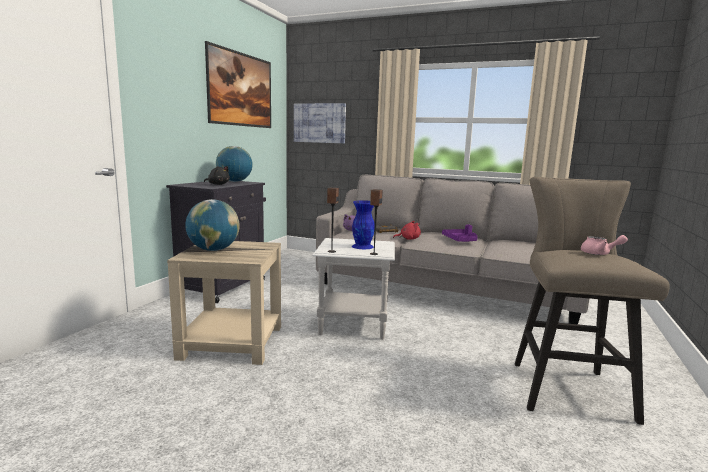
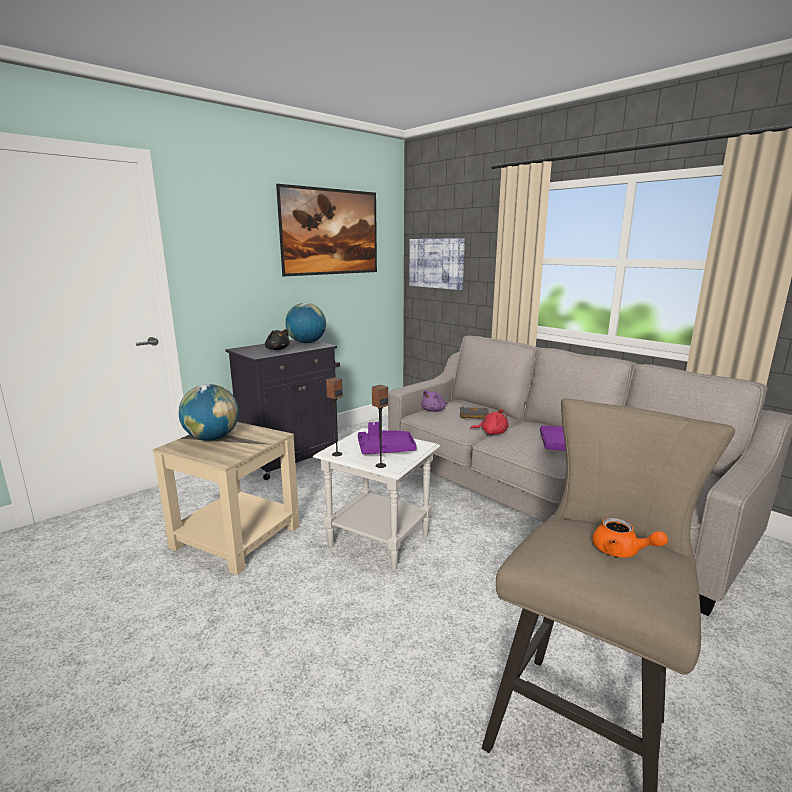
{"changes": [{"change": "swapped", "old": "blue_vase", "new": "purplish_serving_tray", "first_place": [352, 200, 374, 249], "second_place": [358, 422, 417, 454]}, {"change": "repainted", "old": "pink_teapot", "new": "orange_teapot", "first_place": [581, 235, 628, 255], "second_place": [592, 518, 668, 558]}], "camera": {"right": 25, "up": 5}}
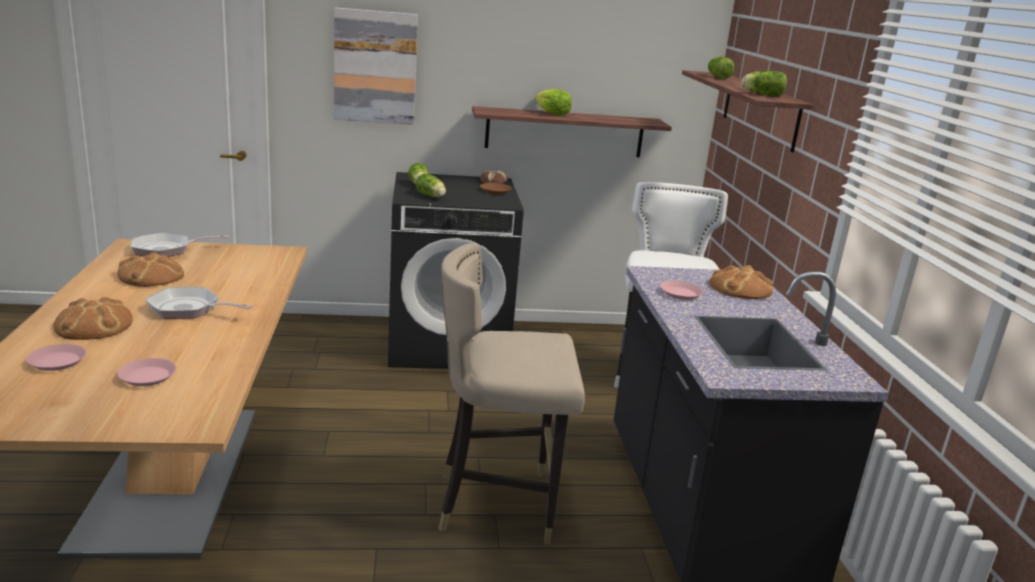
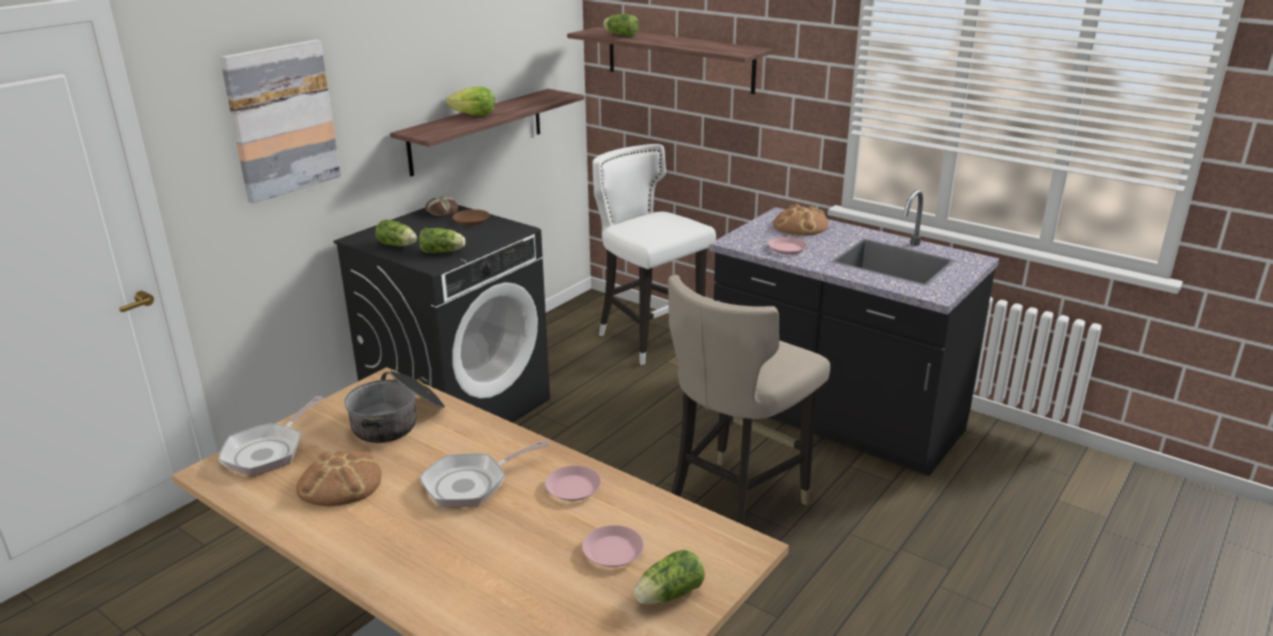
{"changes": [{"change": "gone", "old": "bread", "first_place": [53, 297, 133, 340]}, {"change": "new", "new": "cooking_pot", "second_place": [344, 371, 445, 443]}, {"change": "shifted", "old": "pink_dinner_plate", "first_place": [26, 344, 86, 371], "second_place": [545, 466, 601, 501]}, {"change": "shifted", "old": "head_of_lettuce", "first_place": [741, 71, 787, 97], "second_place": [634, 550, 705, 605]}], "camera": {"right": -45, "up": 5}}
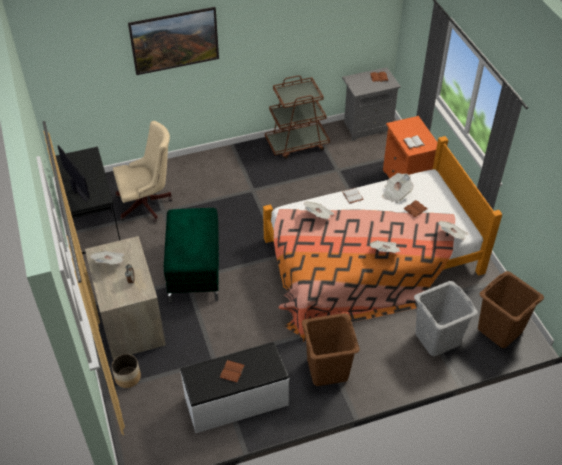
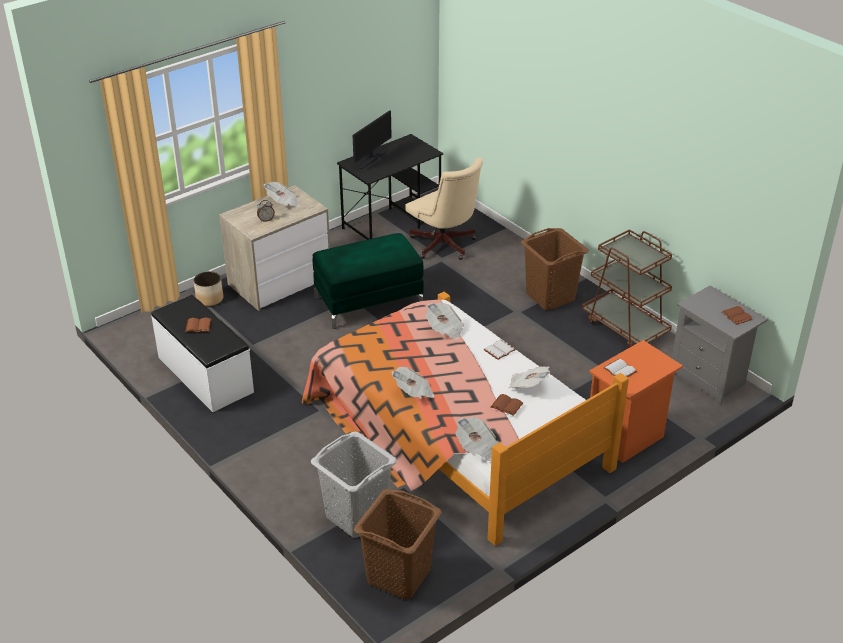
{"changes": [{"change": "gone", "old": "wall_picture", "first_place": [128, 7, 219, 75]}, {"change": "shifted", "old": "brown_hamper", "first_place": [302, 313, 360, 386], "second_place": [521, 228, 589, 310]}], "camera": {"right": 70, "up": -10}}
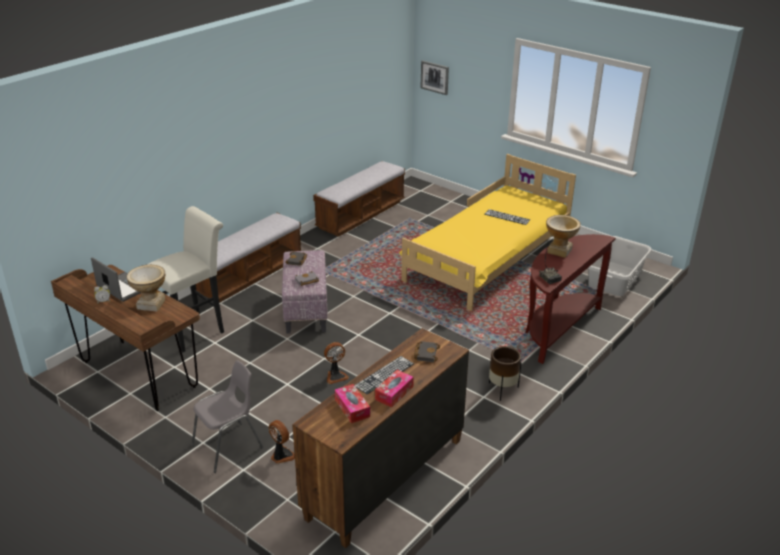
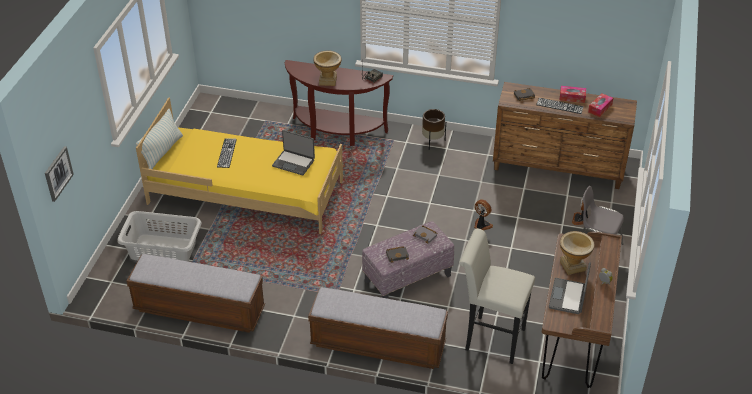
{"changes": [{"change": "new", "new": "pillow", "second_place": [136, 109, 183, 169]}, {"change": "new", "new": "notebook_computer", "second_place": [272, 130, 315, 175]}, {"change": "shifted", "old": "greyish_hamper", "first_place": [588, 236, 652, 296], "second_place": [117, 211, 202, 261]}], "camera": {"right": -115, "up": 10}}
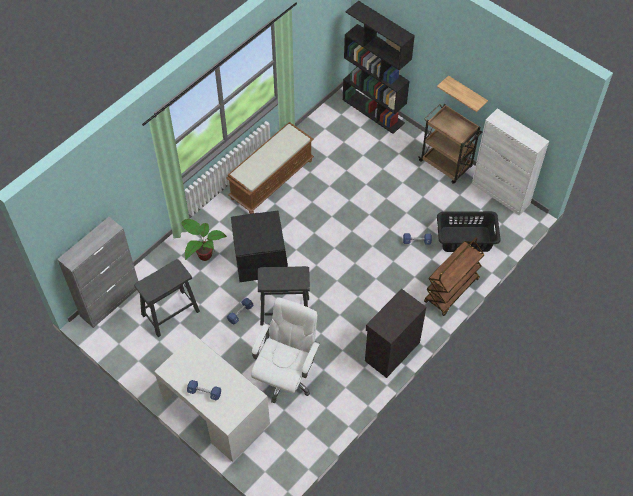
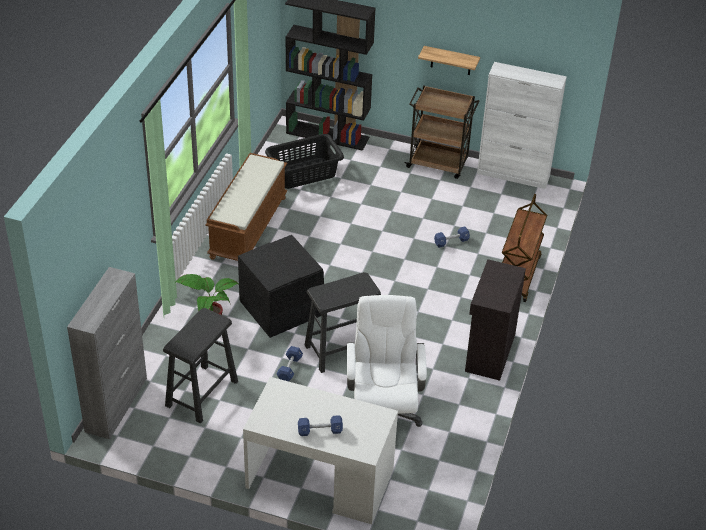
{"changes": [{"change": "shifted", "old": "blackish_hamper", "first_place": [437, 211, 500, 252], "second_place": [265, 134, 344, 189]}], "camera": {"right": -25, "up": -15}}
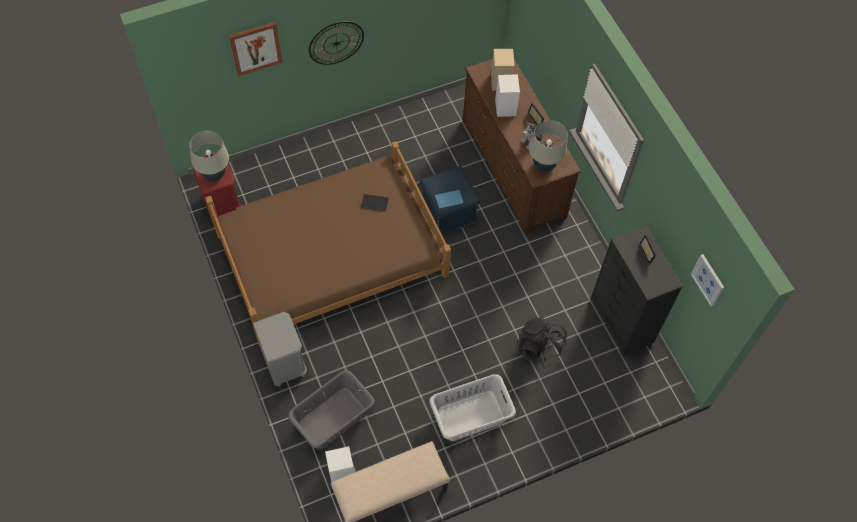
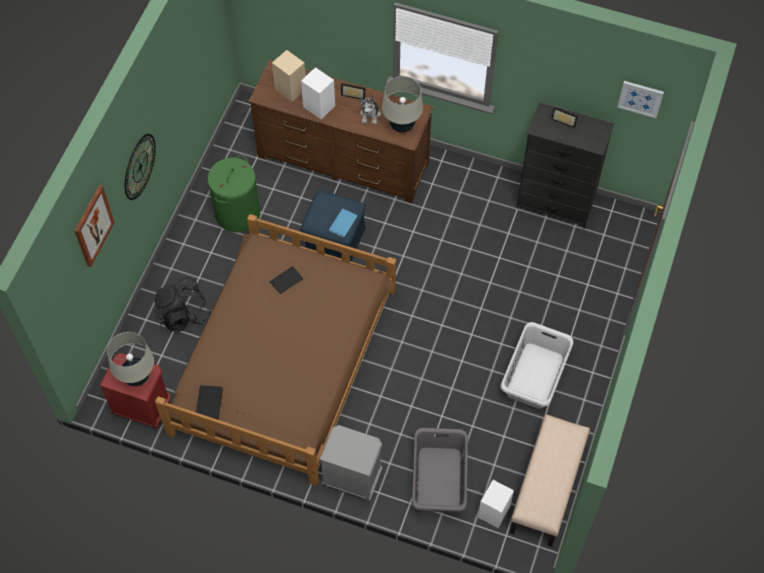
{"changes": [{"change": "new", "new": "blackish_volume", "second_place": [196, 385, 223, 420]}, {"change": "new", "new": "green_hamper", "second_place": [208, 155, 260, 232]}, {"change": "shifted", "old": "blackish_backpack", "first_place": [517, 318, 568, 369], "second_place": [153, 277, 212, 332]}], "camera": {"right": -45, "up": 0}}
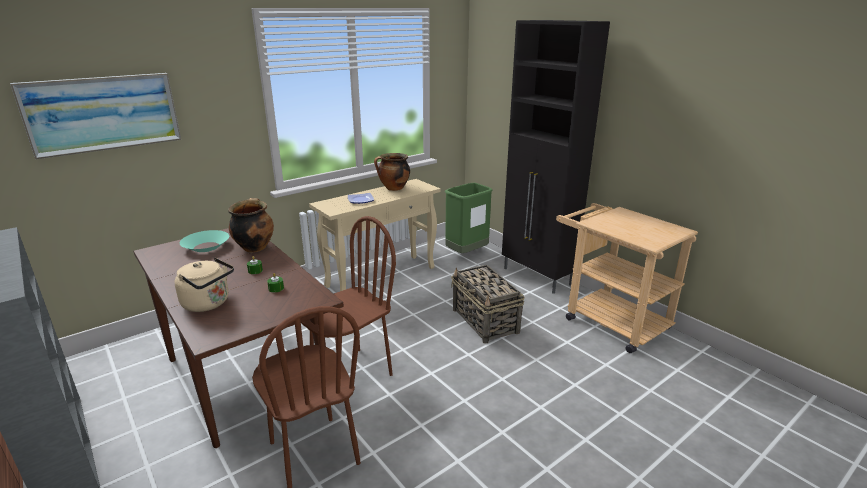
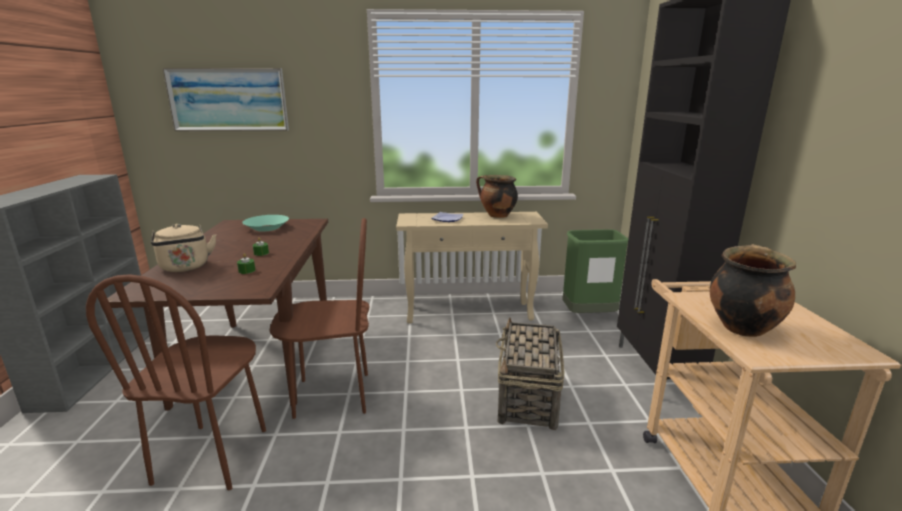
{"changes": [{"change": "shifted", "old": "cooking_pot", "first_place": [228, 198, 274, 252], "second_place": [710, 244, 796, 337]}], "camera": {"right": 35, "up": -5}}
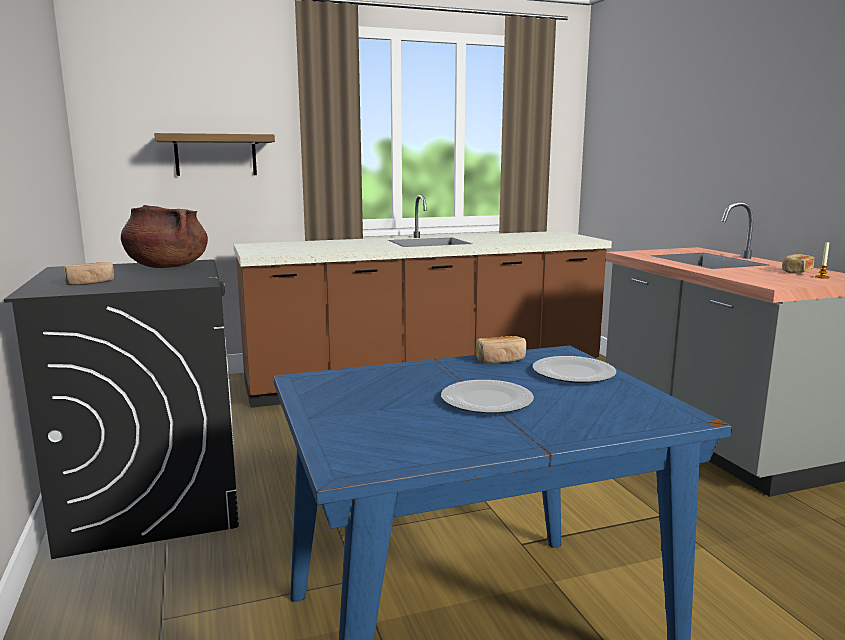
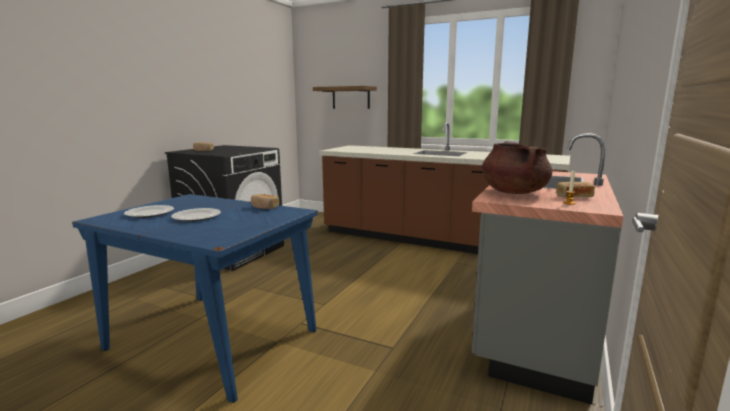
{"changes": [{"change": "shifted", "old": "brown_cooking_pot", "first_place": [121, 205, 208, 268], "second_place": [482, 141, 552, 194]}, {"change": "shifted", "old": "dinner_plate", "first_place": [532, 356, 616, 383], "second_place": [124, 205, 174, 218]}], "camera": {"right": 45, "up": 0}}
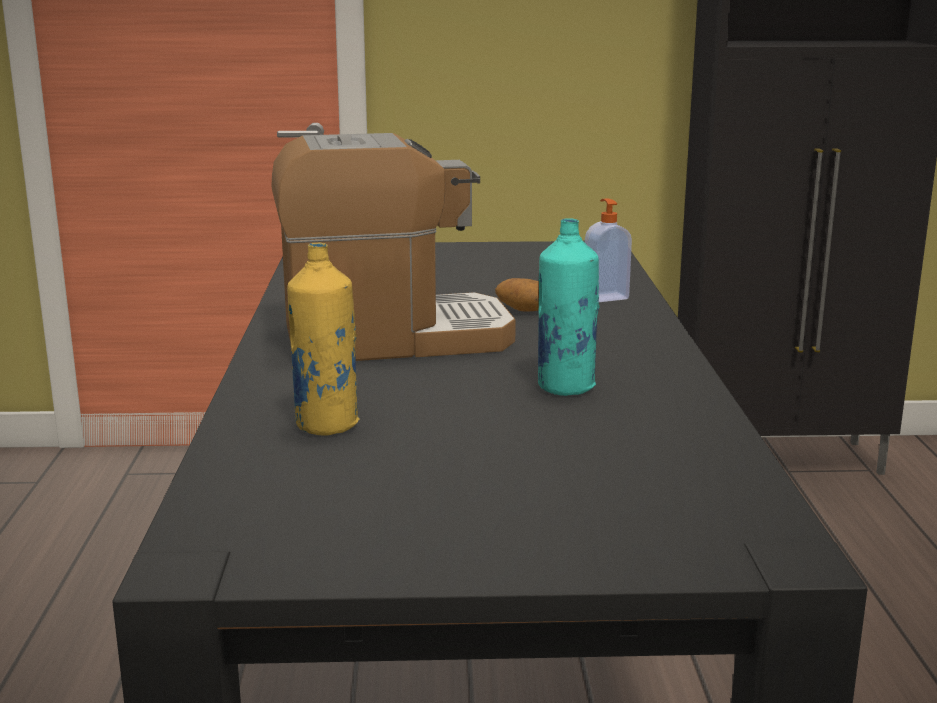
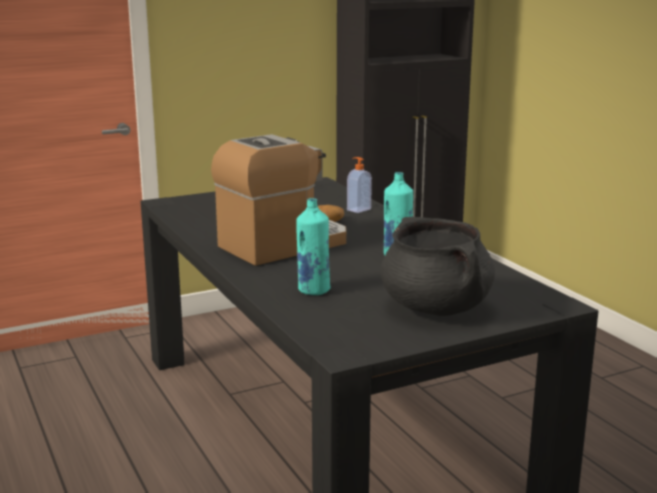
{"changes": [{"change": "new", "new": "blackish_cooking_pot", "second_place": [380, 217, 495, 316]}, {"change": "repainted", "old": "yellow_beverage_bottle", "new": "turquoise_beverage_bottle", "first_place": [287, 243, 360, 436], "second_place": [296, 198, 331, 295]}], "camera": {"right": -25, "up": 0}}
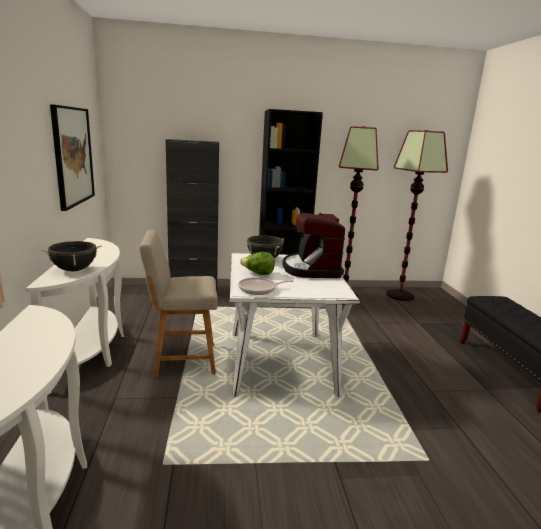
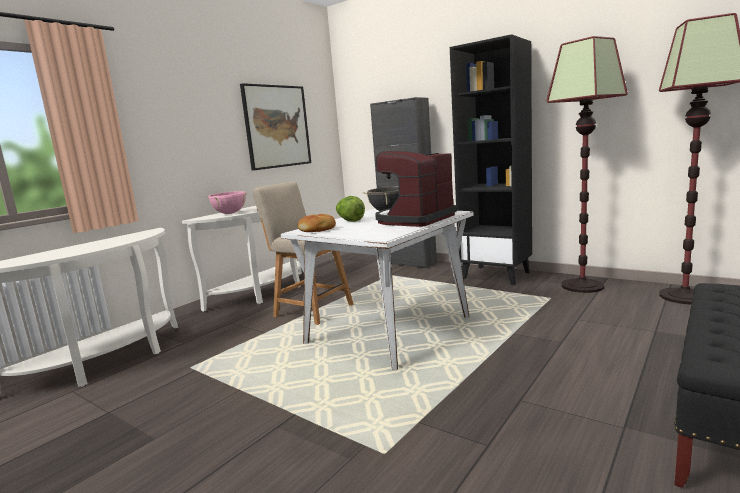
{"changes": [{"change": "swapped", "old": "skillet", "new": "bread", "first_place": [238, 277, 294, 295], "second_place": [298, 214, 336, 232]}, {"change": "repainted", "old": "blackish_cooking_pot", "new": "pink_cooking_pot", "first_place": [41, 241, 102, 271], "second_place": [208, 191, 247, 214]}], "camera": {"right": 45, "up": -5}}
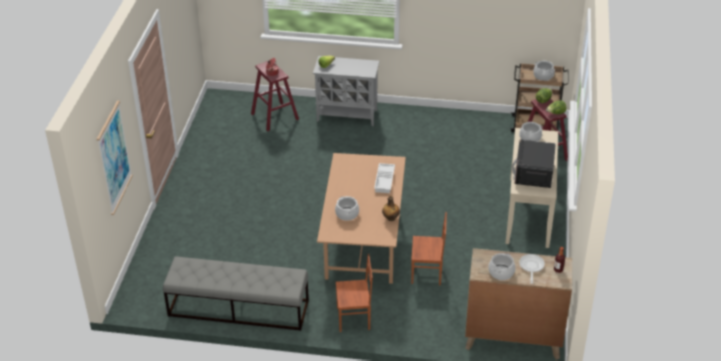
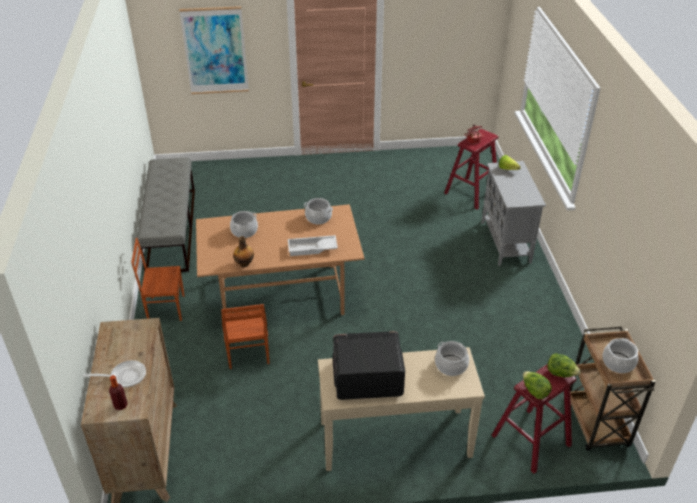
{"changes": [{"change": "shifted", "old": "cooking_pot", "first_place": [488, 253, 515, 280], "second_place": [304, 198, 333, 224]}, {"change": "rotated", "old": "brown_upright_chair", "first_place": [336, 254, 373, 332], "second_place": [131, 238, 185, 321], "degrees": 105}], "camera": {"right": 75, "up": 0}}
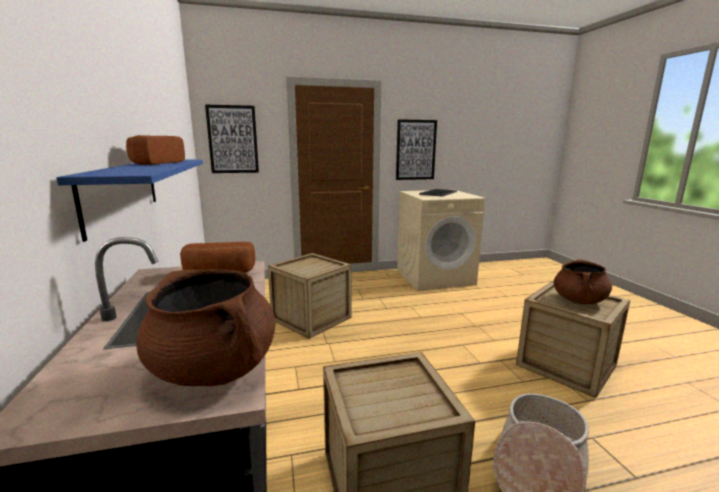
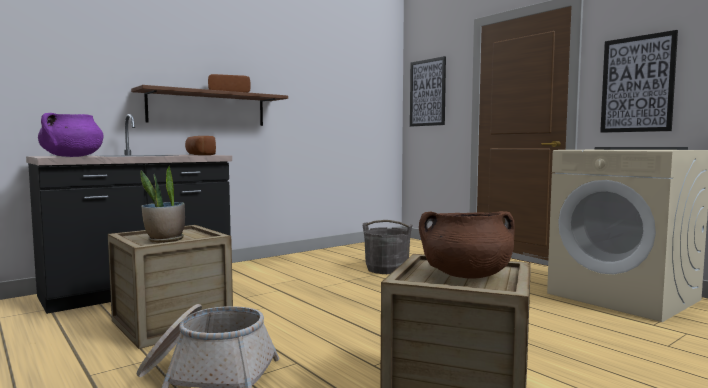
{"changes": [{"change": "new", "new": "houseplant", "second_place": [140, 165, 185, 243]}, {"change": "swapped", "old": "packing_crate", "new": "greyish_pail", "first_place": [268, 253, 352, 339], "second_place": [363, 220, 412, 274]}, {"change": "repainted", "old": "blue_wall_shelf", "new": "brown_wall_shelf", "first_place": [56, 159, 203, 242], "second_place": [131, 85, 288, 126]}, {"change": "repainted", "old": "brown_cooking_pot", "new": "purplish_cooking_pot", "first_place": [136, 269, 276, 386], "second_place": [38, 113, 103, 157]}], "camera": {"right": 65, "up": -10}}
